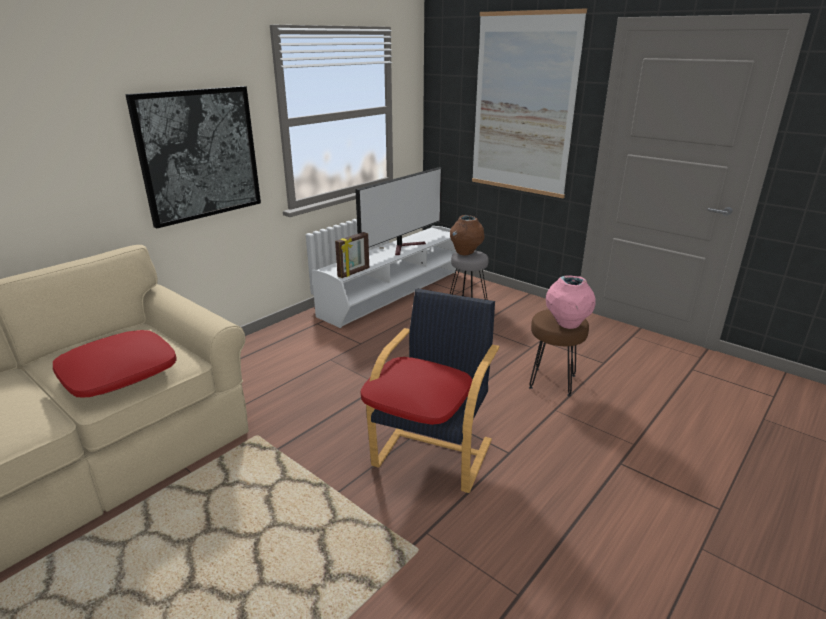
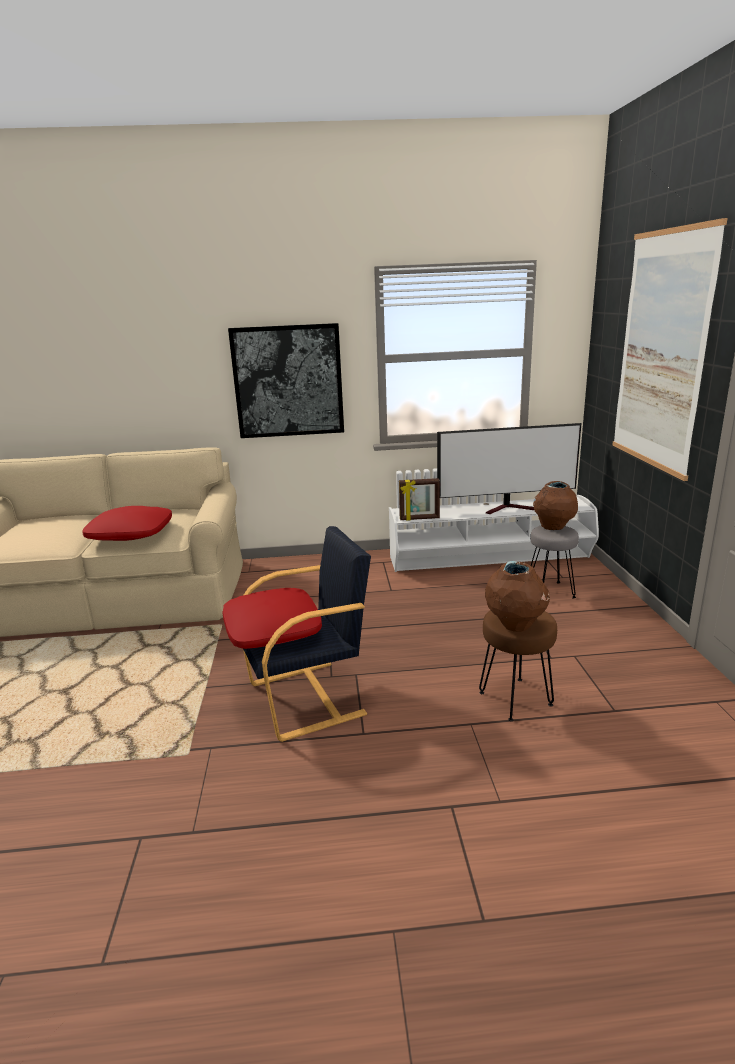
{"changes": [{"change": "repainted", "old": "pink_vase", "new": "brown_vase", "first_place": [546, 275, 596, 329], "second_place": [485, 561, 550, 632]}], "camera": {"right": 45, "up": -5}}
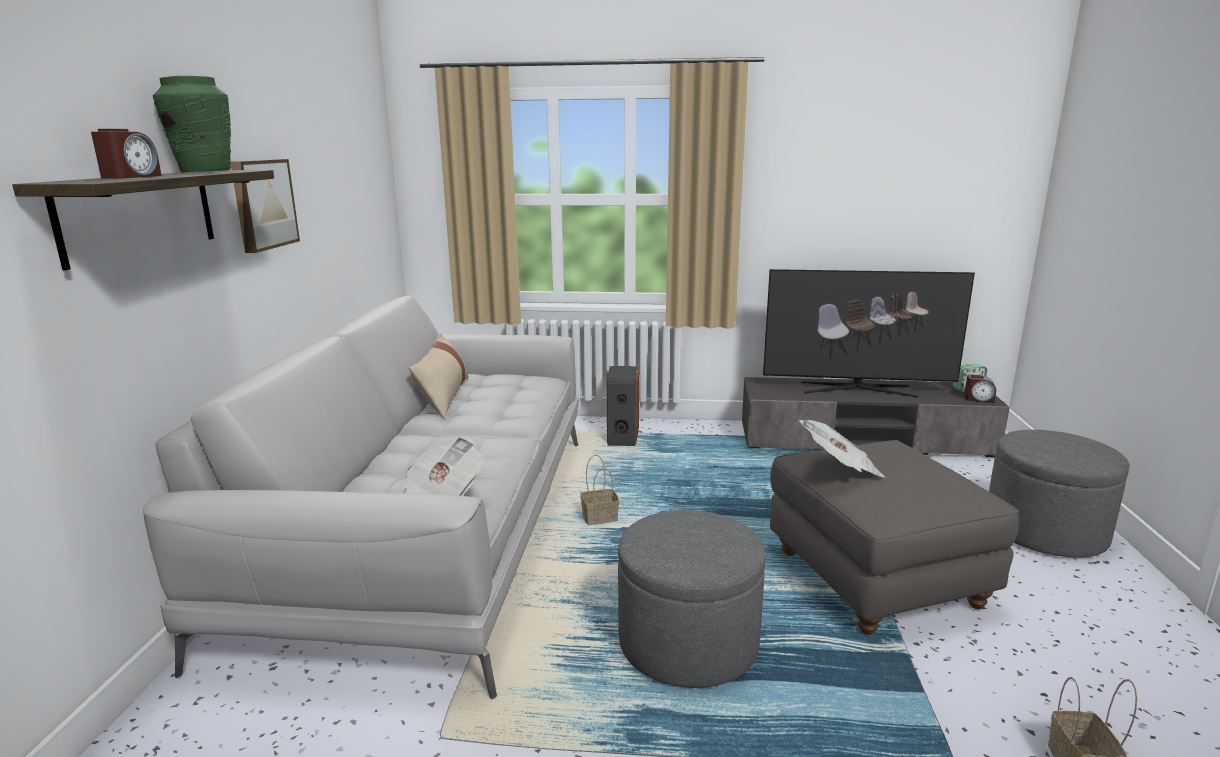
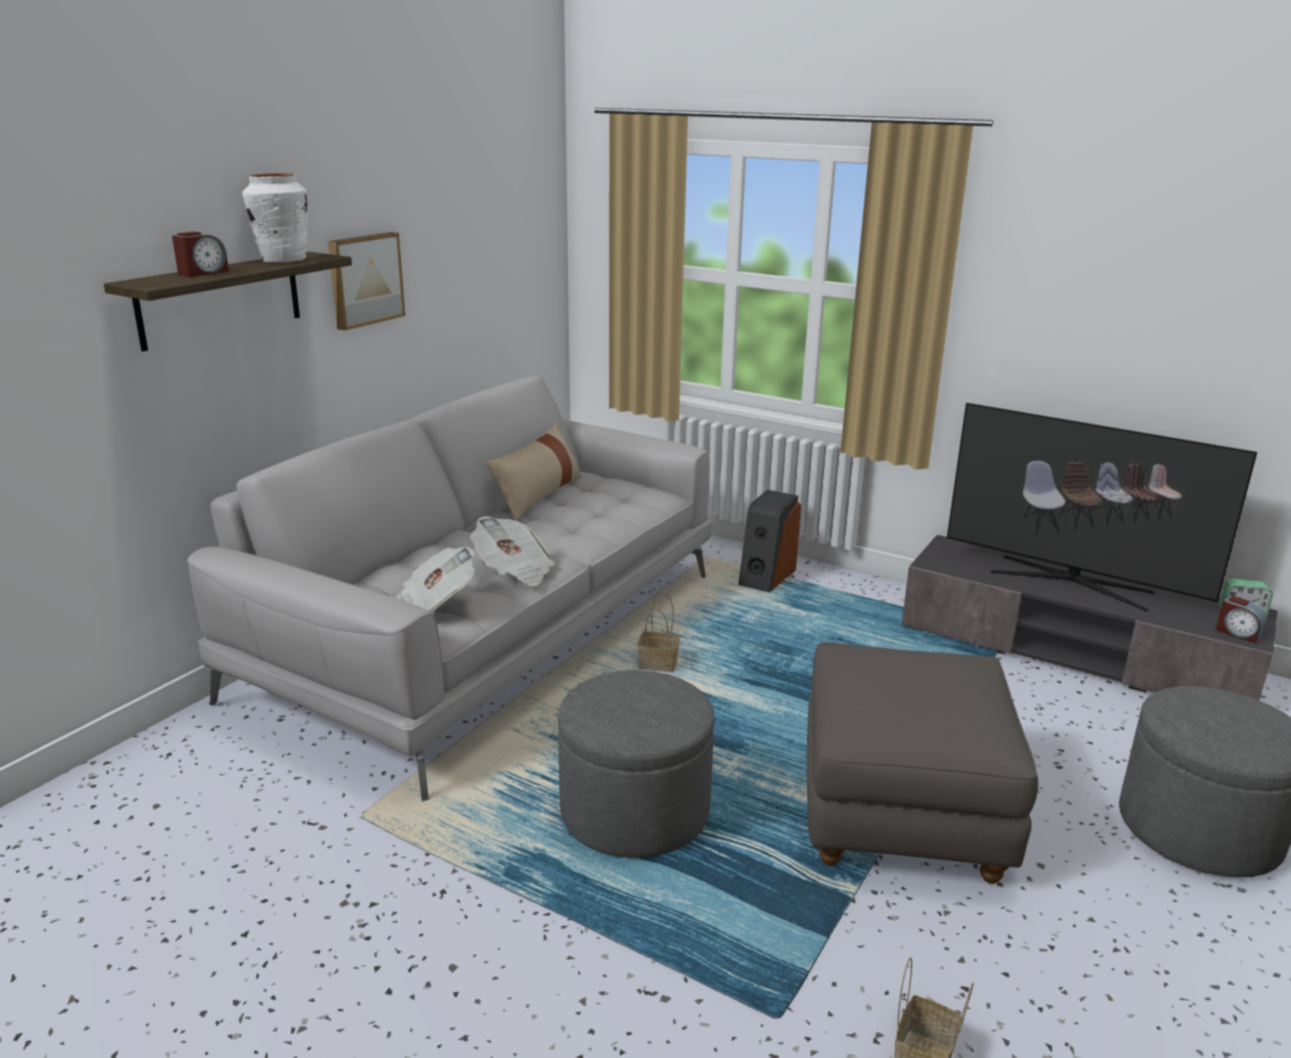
{"changes": [{"change": "shifted", "old": "newspaper", "first_place": [799, 420, 885, 477], "second_place": [470, 516, 554, 586]}, {"change": "repainted", "old": "green_vase", "new": "white-coloured_vase", "first_place": [153, 76, 231, 172], "second_place": [242, 173, 308, 263]}], "camera": {"right": 25, "up": 5}}
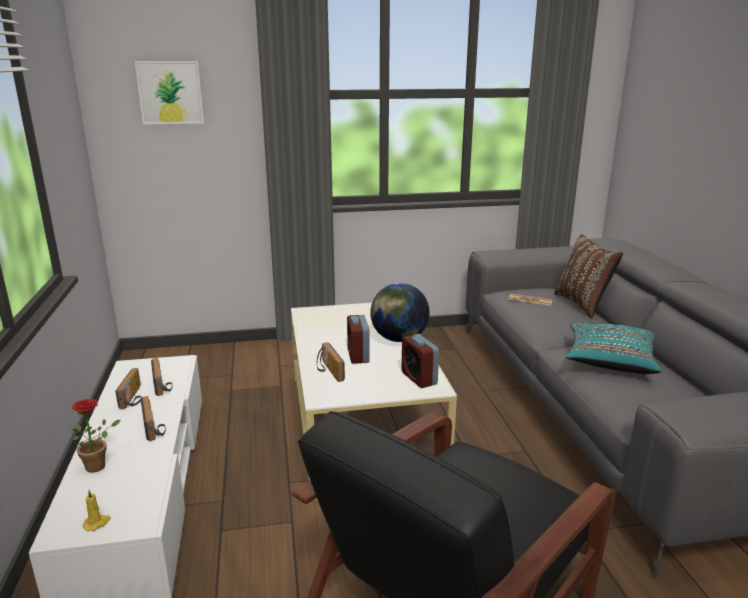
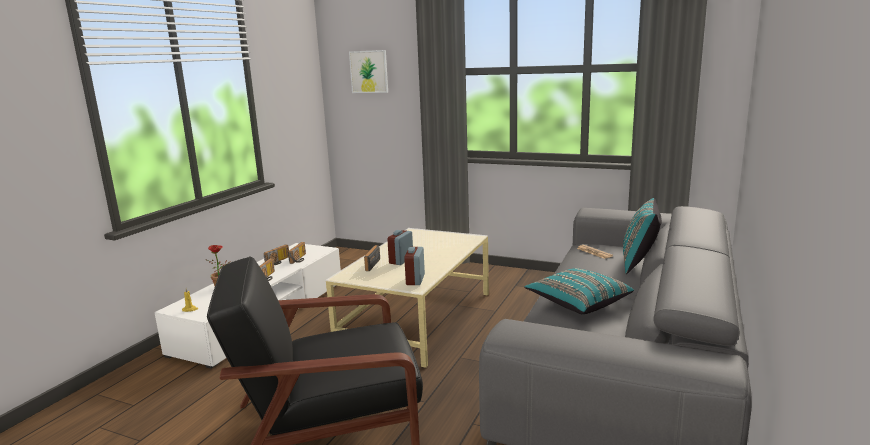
{"changes": [{"change": "gone", "old": "desk_globe", "first_place": [370, 283, 430, 342]}, {"change": "repainted", "old": "brown_pillow", "new": "turquoise_pillow", "first_place": [554, 234, 623, 318], "second_place": [623, 198, 662, 274]}], "camera": {"right": 35, "up": -5}}
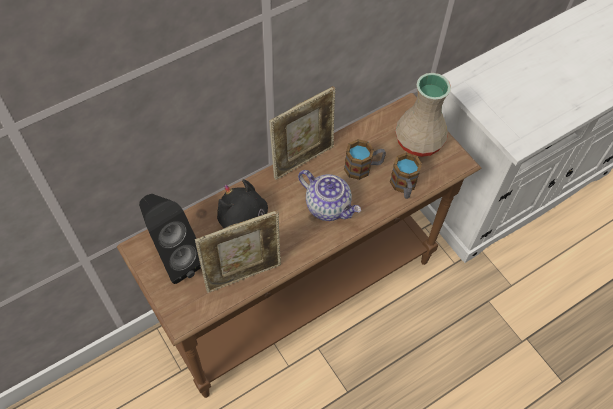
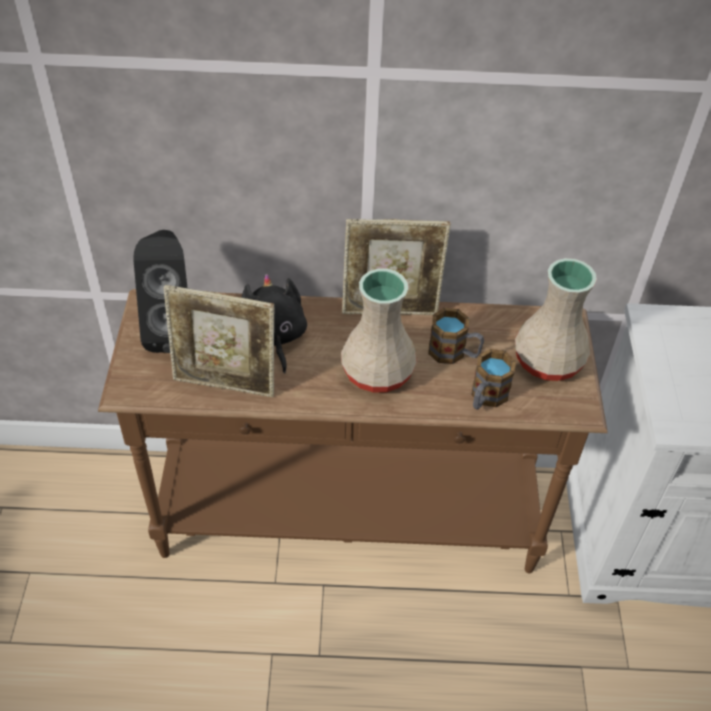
{"changes": [{"change": "swapped", "old": "teapot", "new": "beige-coloured_vase", "first_place": [298, 170, 361, 221], "second_place": [341, 269, 417, 393]}], "camera": {"right": 35, "up": -10}}
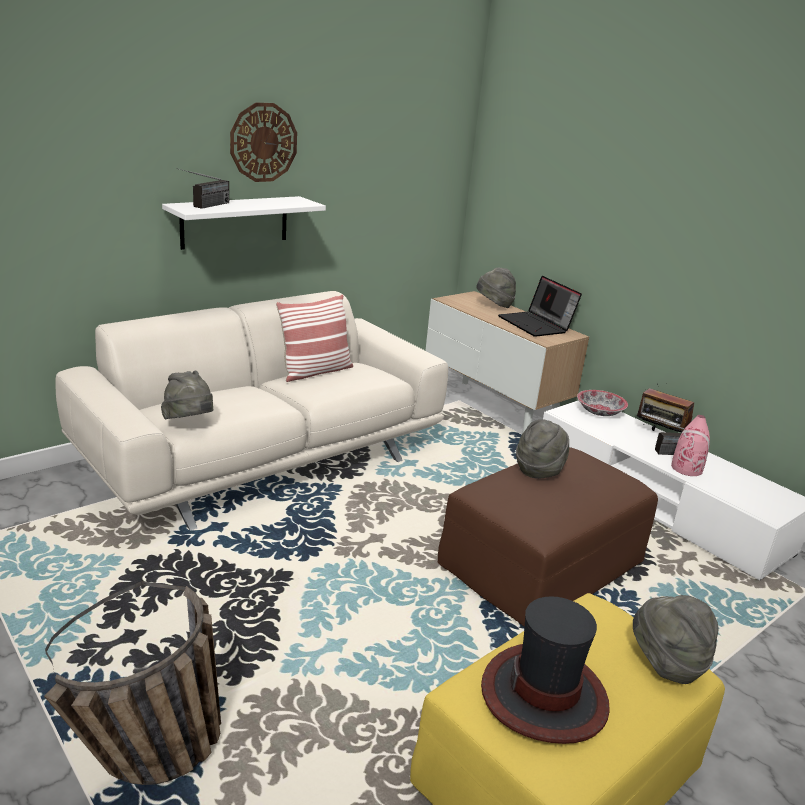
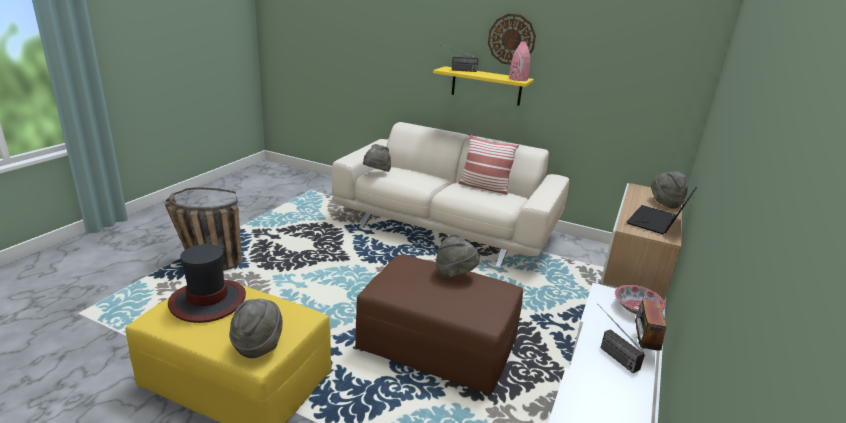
{"changes": [{"change": "shifted", "old": "pink_vase", "first_place": [671, 415, 710, 476], "second_place": [509, 41, 530, 81]}, {"change": "repainted", "old": "white-coloured_wall_shelf", "new": "yellow_wall_shelf", "first_place": [162, 196, 326, 250], "second_place": [433, 66, 534, 106]}], "camera": {"right": 65, "up": 0}}
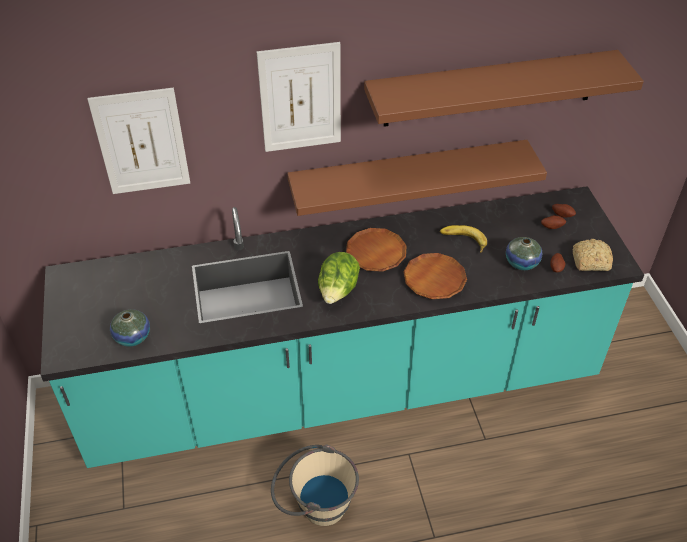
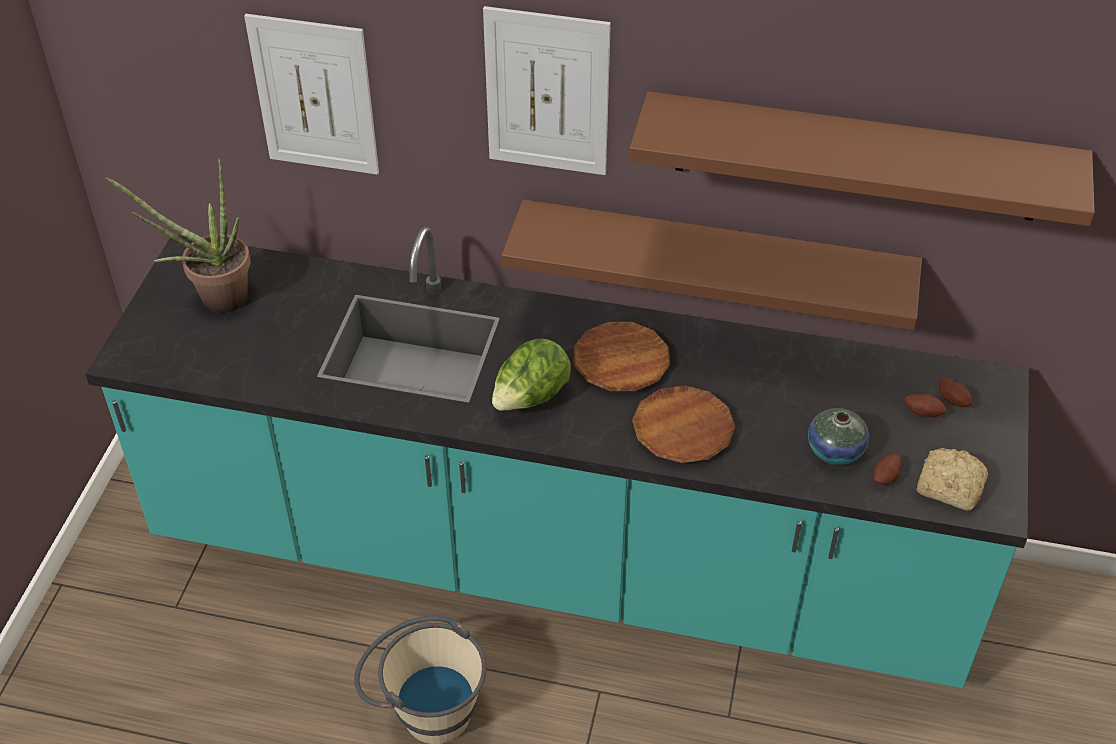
{"changes": [{"change": "gone", "old": "vase", "first_place": [110, 309, 150, 347]}, {"change": "gone", "old": "banana", "first_place": [440, 225, 487, 253]}, {"change": "new", "new": "houseplant", "second_place": [106, 158, 251, 313]}], "camera": {"right": 25, "up": 0}}
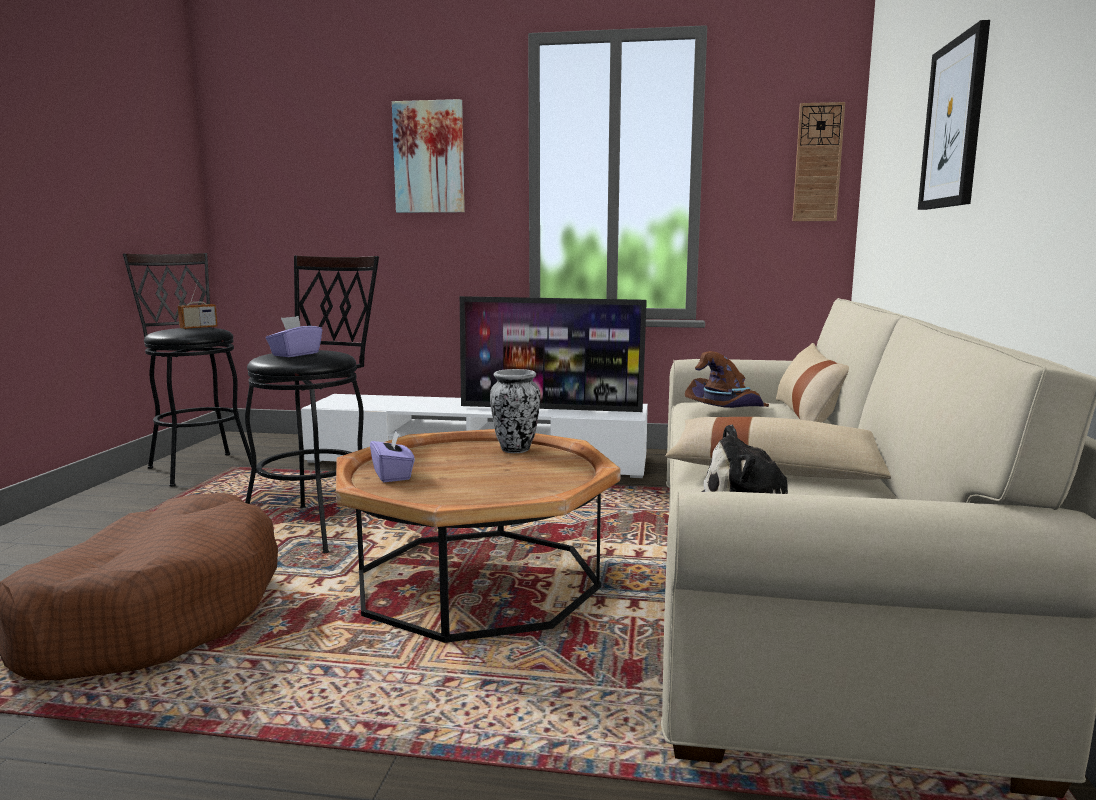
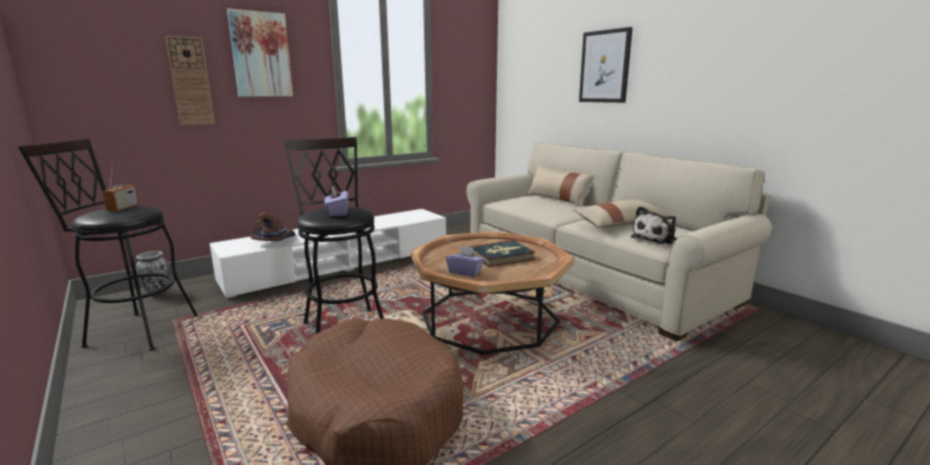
{"changes": [{"change": "gone", "old": "TV_set", "first_place": [460, 296, 647, 412]}, {"change": "new", "new": "volume", "second_place": [470, 240, 535, 267]}, {"change": "shifted", "old": "vase", "first_place": [490, 369, 540, 453], "second_place": [136, 251, 168, 296]}, {"change": "shifted", "old": "brown_hat", "first_place": [685, 351, 769, 408], "second_place": [250, 213, 295, 241]}, {"change": "shifted", "old": "hanging_clock", "first_place": [793, 102, 845, 221], "second_place": [165, 35, 215, 125]}], "camera": {"right": -45, "up": 5}}
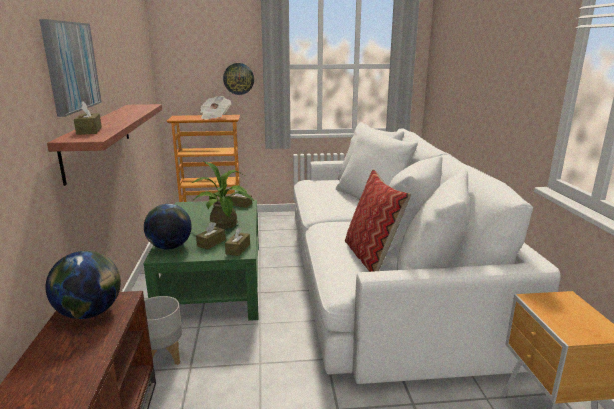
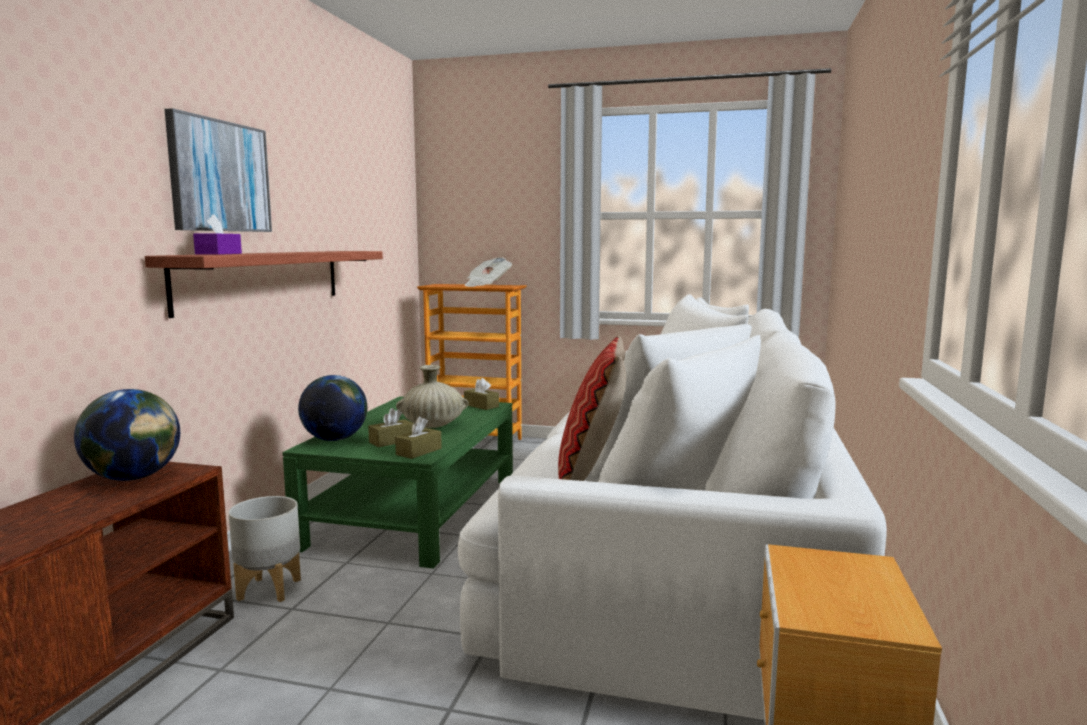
{"changes": [{"change": "gone", "old": "hanging_clock", "first_place": [223, 63, 254, 95]}, {"change": "swapped", "old": "houseplant", "new": "beige-coloured_vase", "first_place": [192, 161, 255, 229], "second_place": [396, 365, 469, 428]}, {"change": "repainted", "old": "brown_box_of_tissues", "new": "purplish_box_of_tissues", "first_place": [74, 101, 102, 135], "second_place": [193, 214, 242, 255]}], "camera": {"right": 20, "up": -10}}
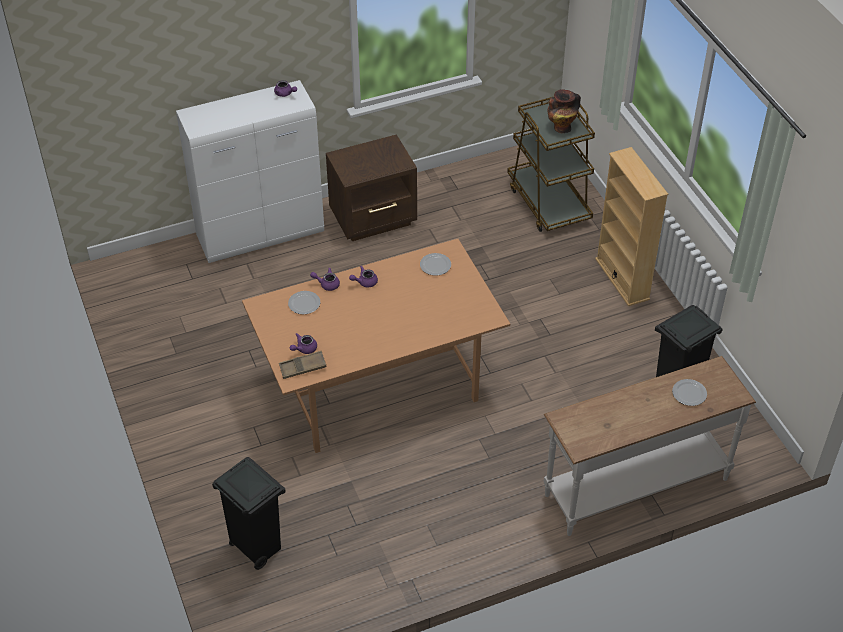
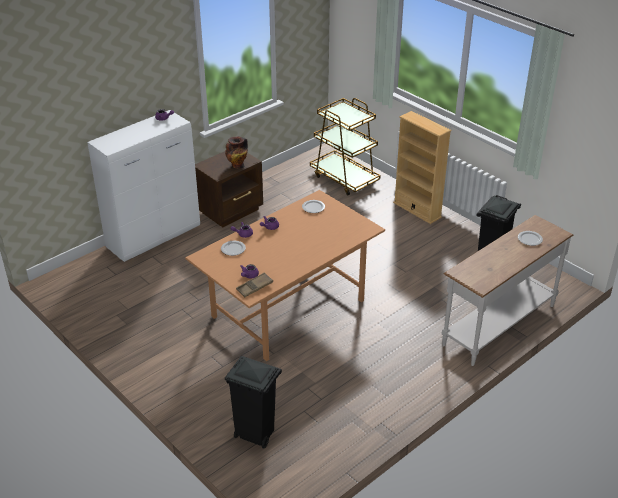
{"changes": [{"change": "shifted", "old": "vase", "first_place": [547, 89, 581, 133], "second_place": [225, 136, 248, 169]}], "camera": {"right": -20, "up": -10}}
